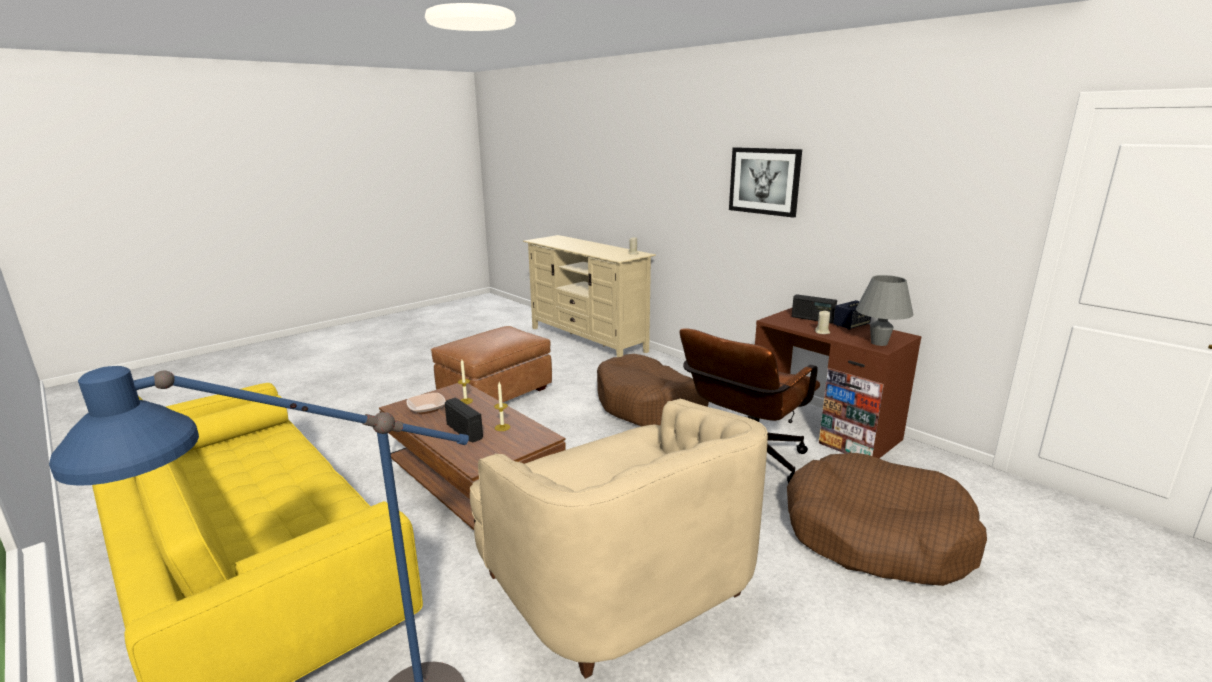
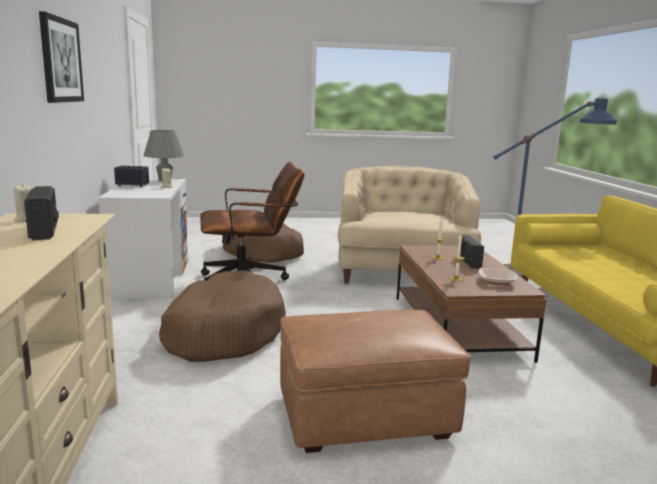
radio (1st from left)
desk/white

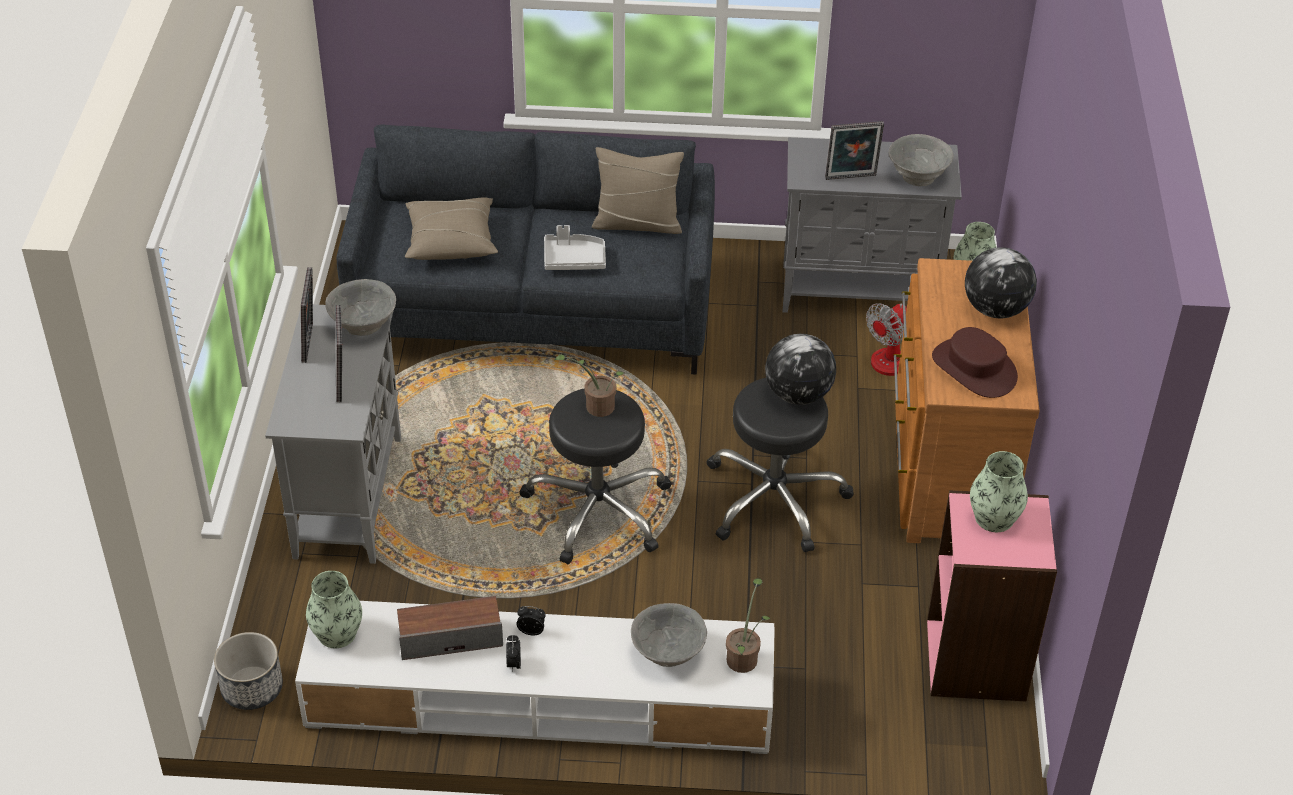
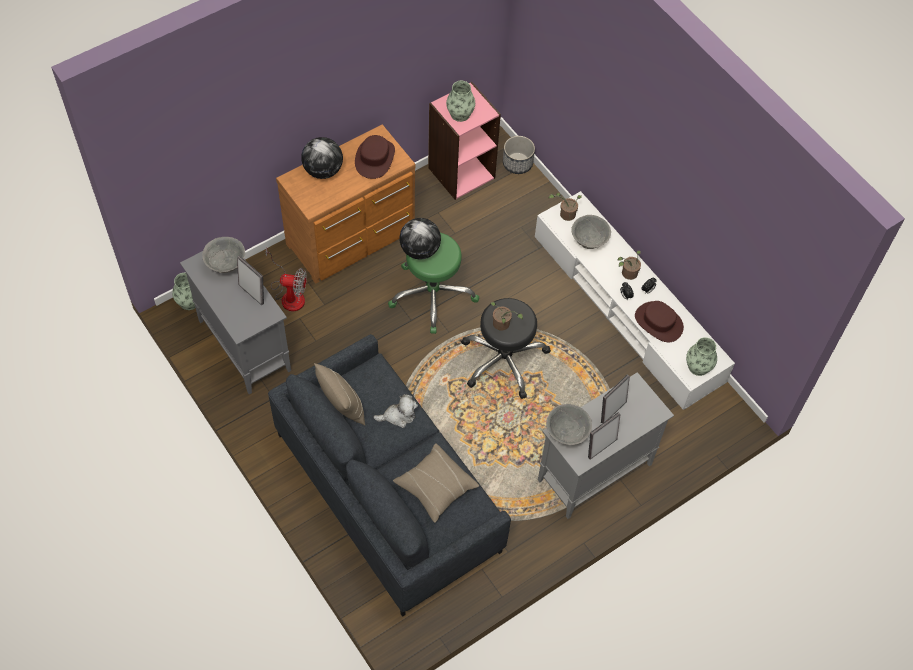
plush toy
stool/green
hat/brown (2nd from left)
planter
potted plant (3rd from left)

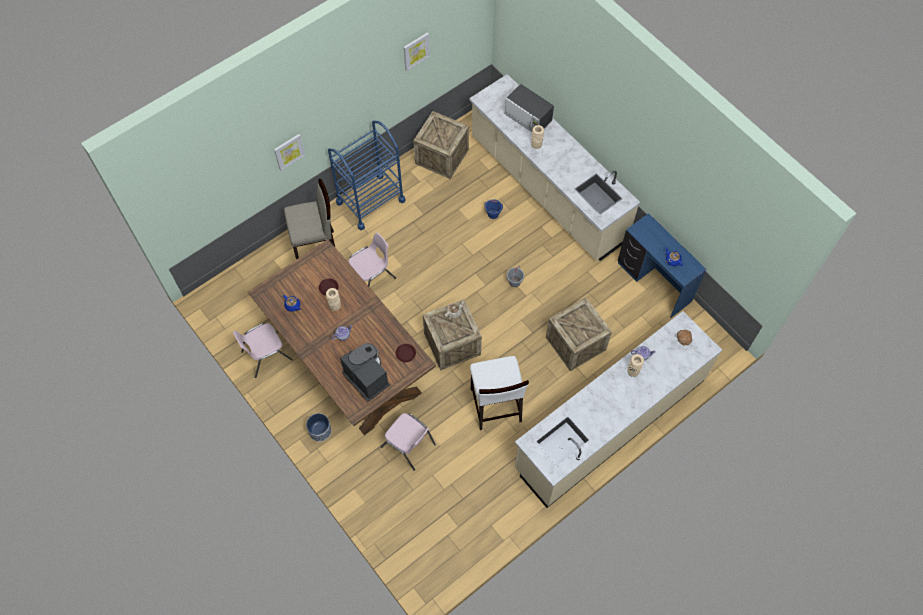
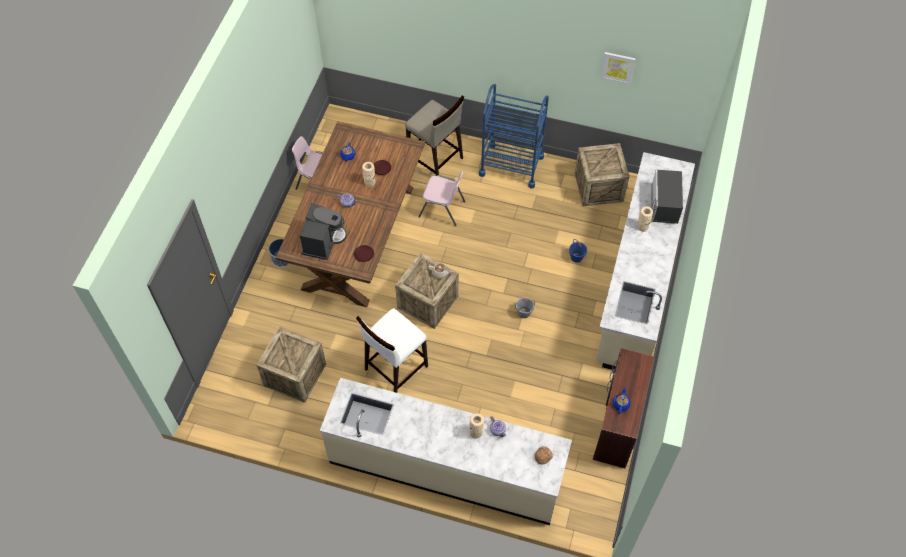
picture (1st from left in the first image)
desk/brown
crate (1st from left)
chair/pink (3rd from left in the first image)

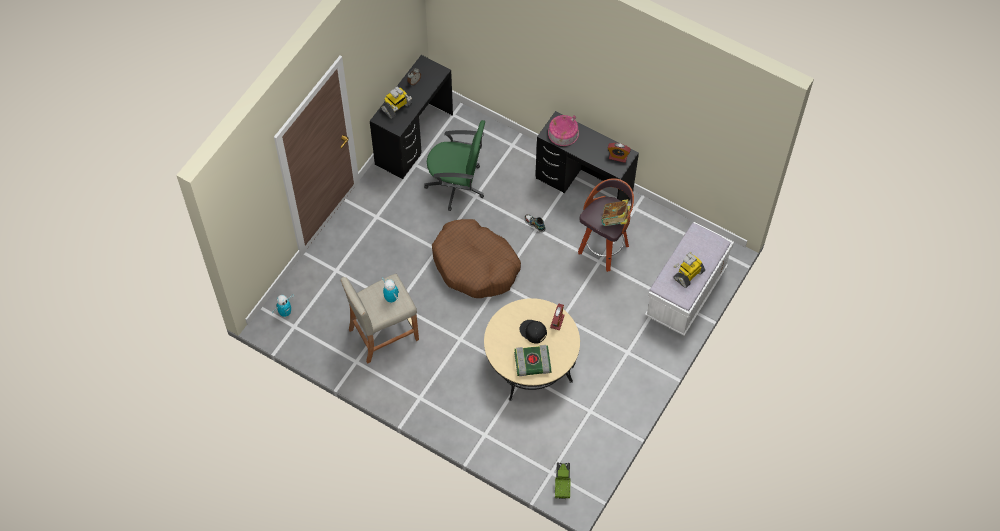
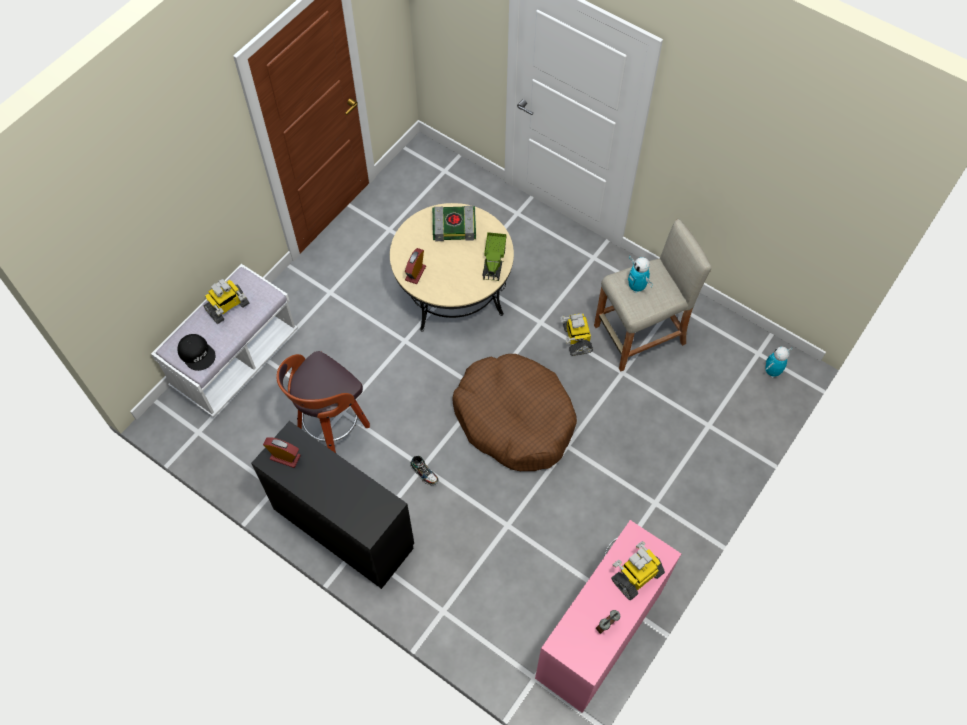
desk/pink
toy house
office chair/green
book (2nd from left in the first image)
cap/black
toy truck
toy robot (2nd from left)

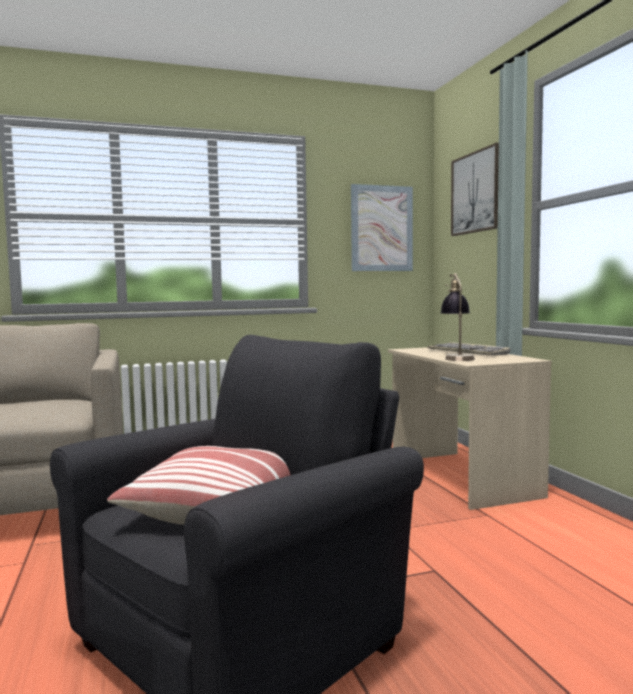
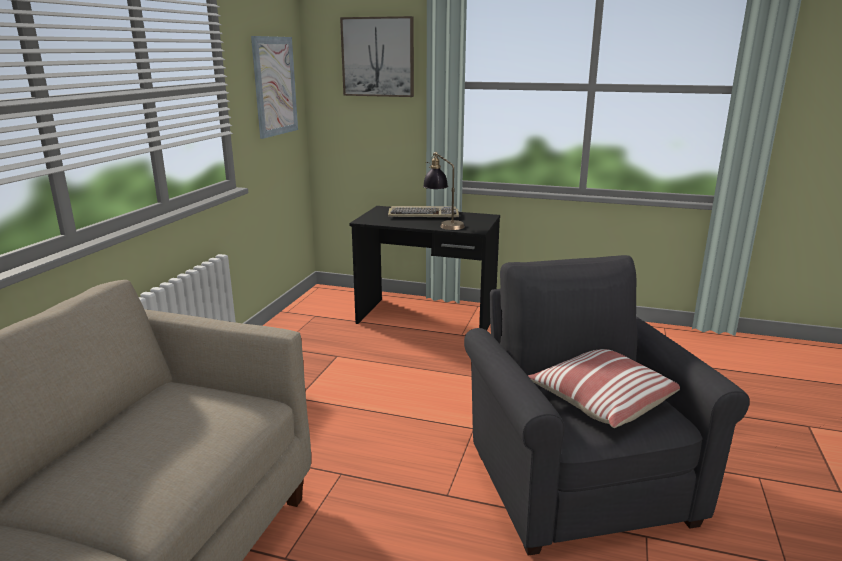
desk/black

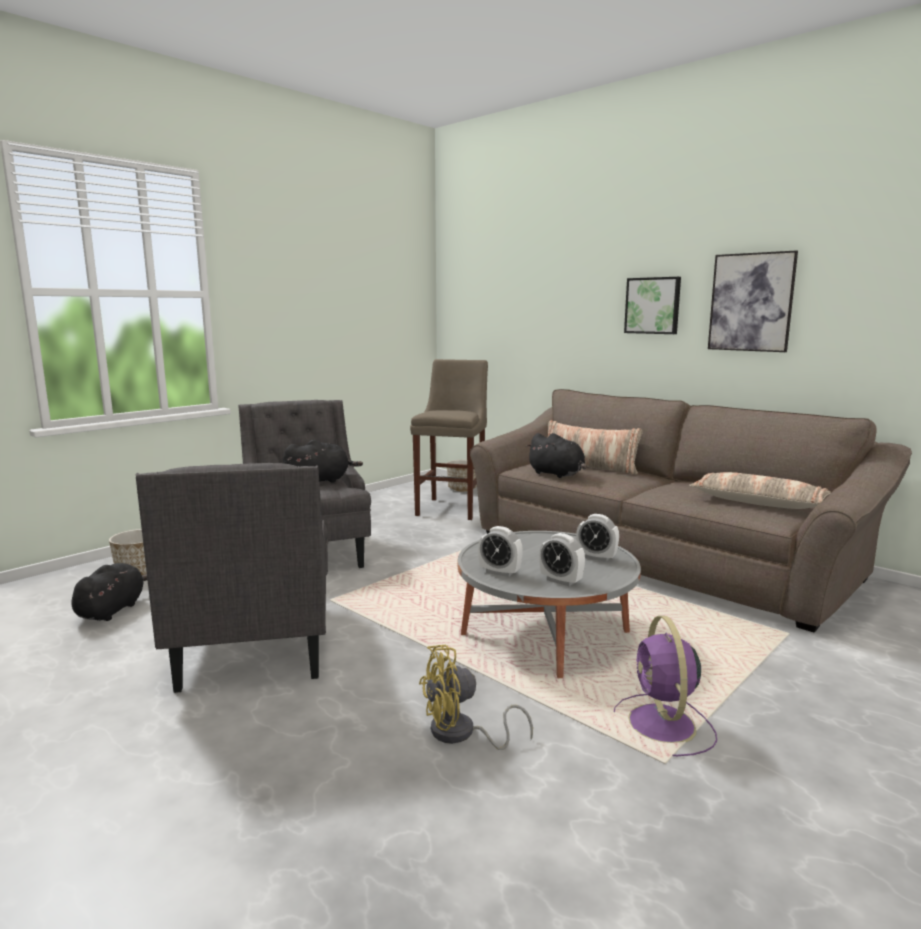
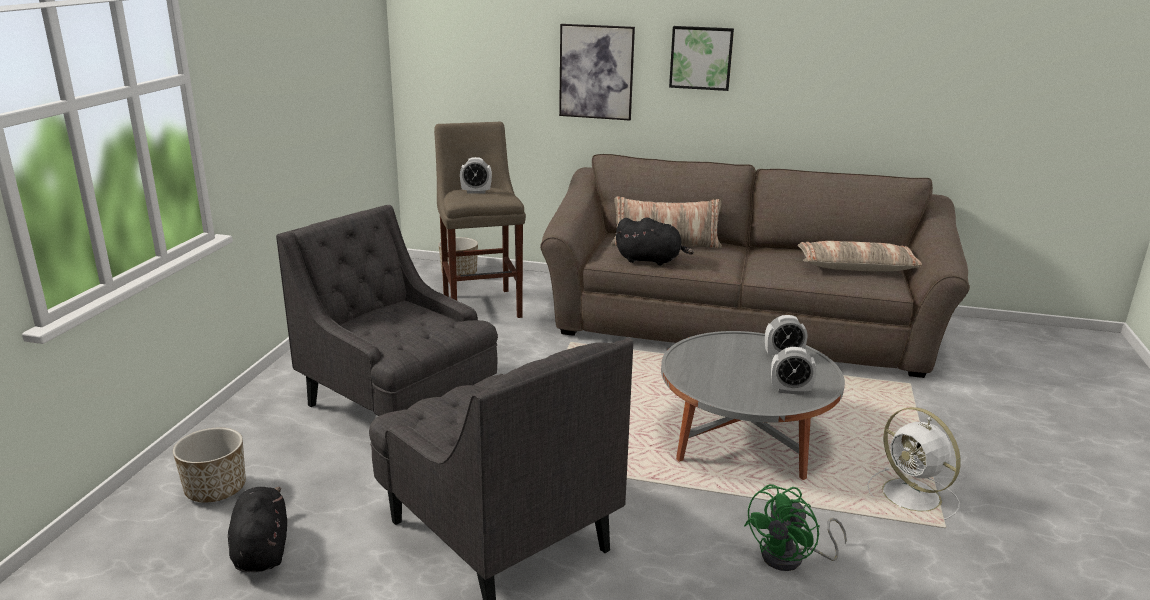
picture (1st from left)
plush toy/black (2nd from left in the first image)
alarm clock (1st from left)
fan/white
fan/green

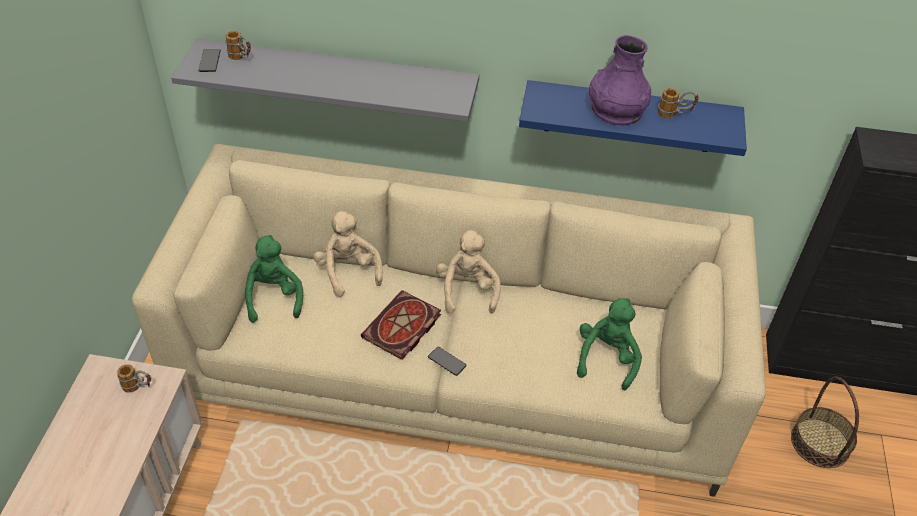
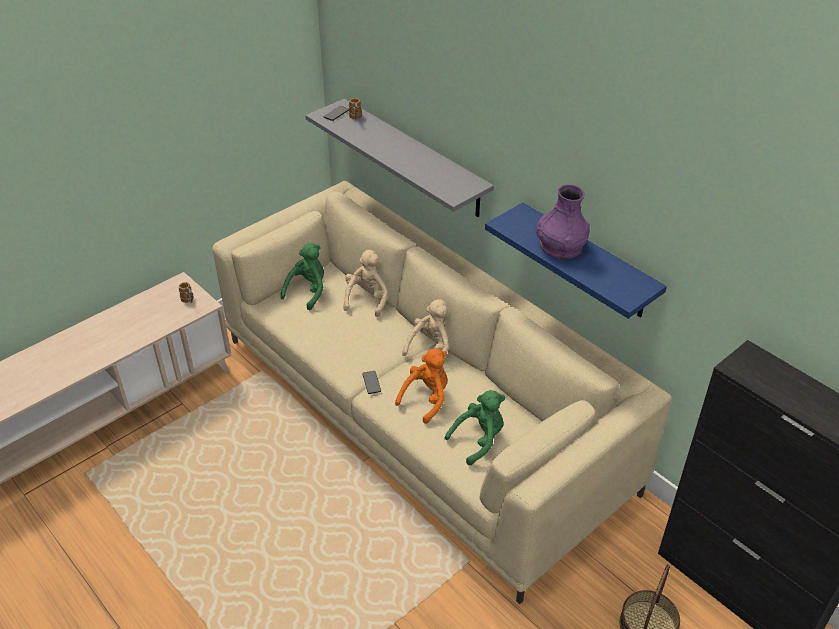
mug (3rd from left in the first image)
book
plush toy/orange

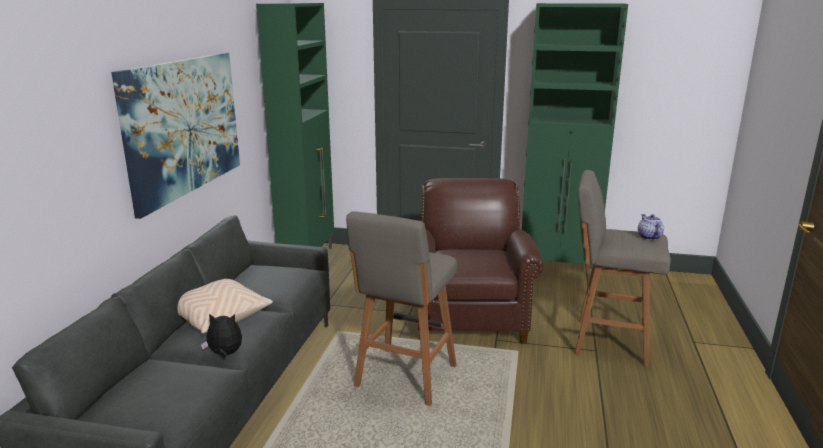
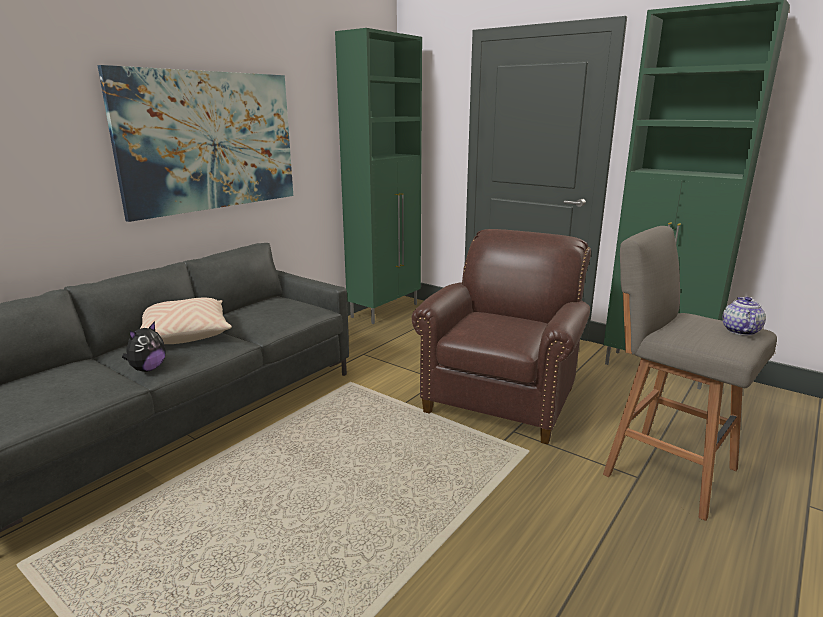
stool/grey (1st from left in the first image)
plush toy

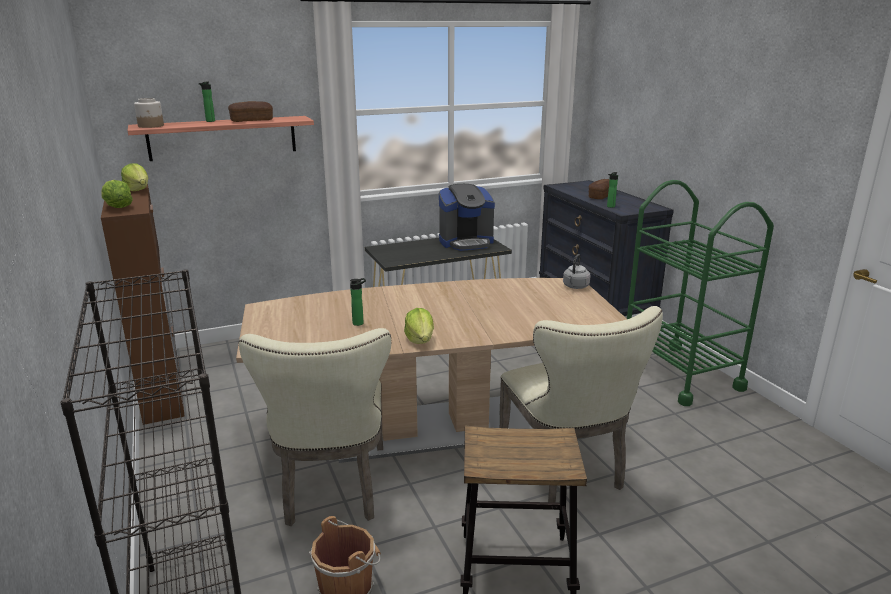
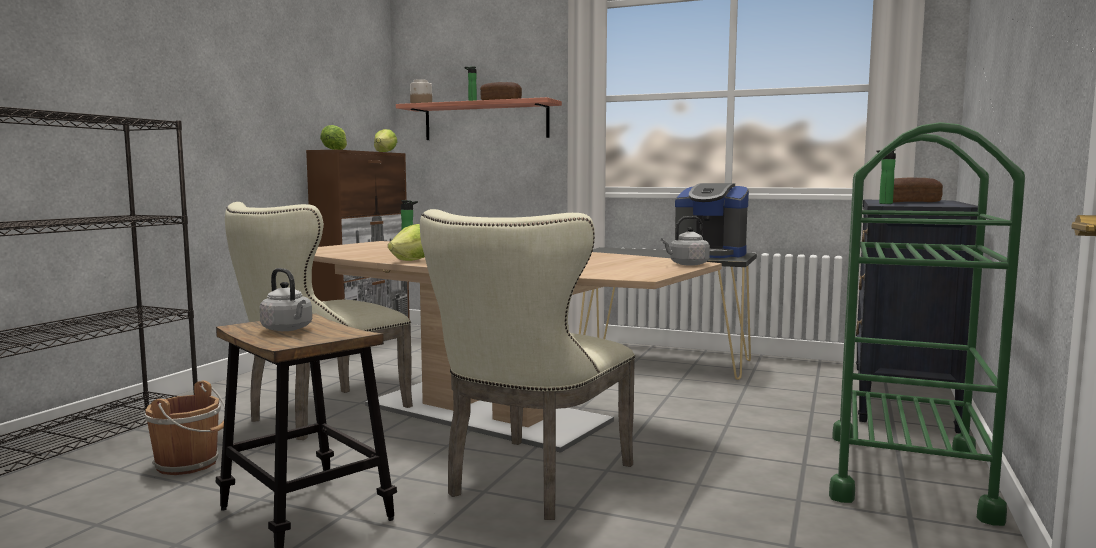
kettle/grey (1st from left)

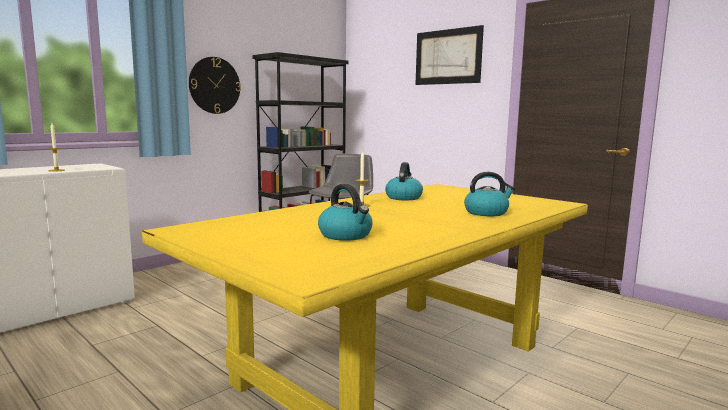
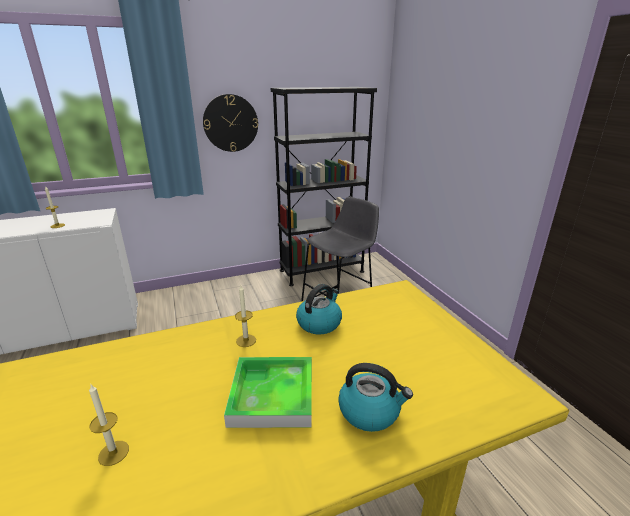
picture
candle (2nd from left)
tray

